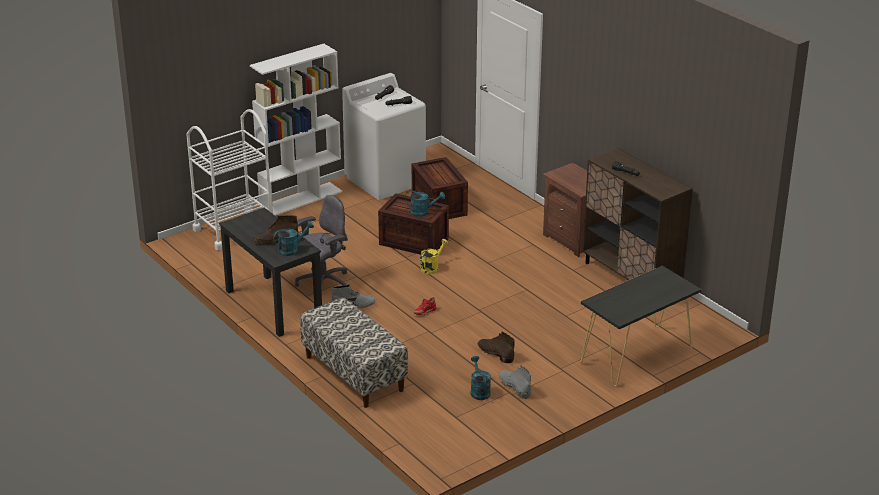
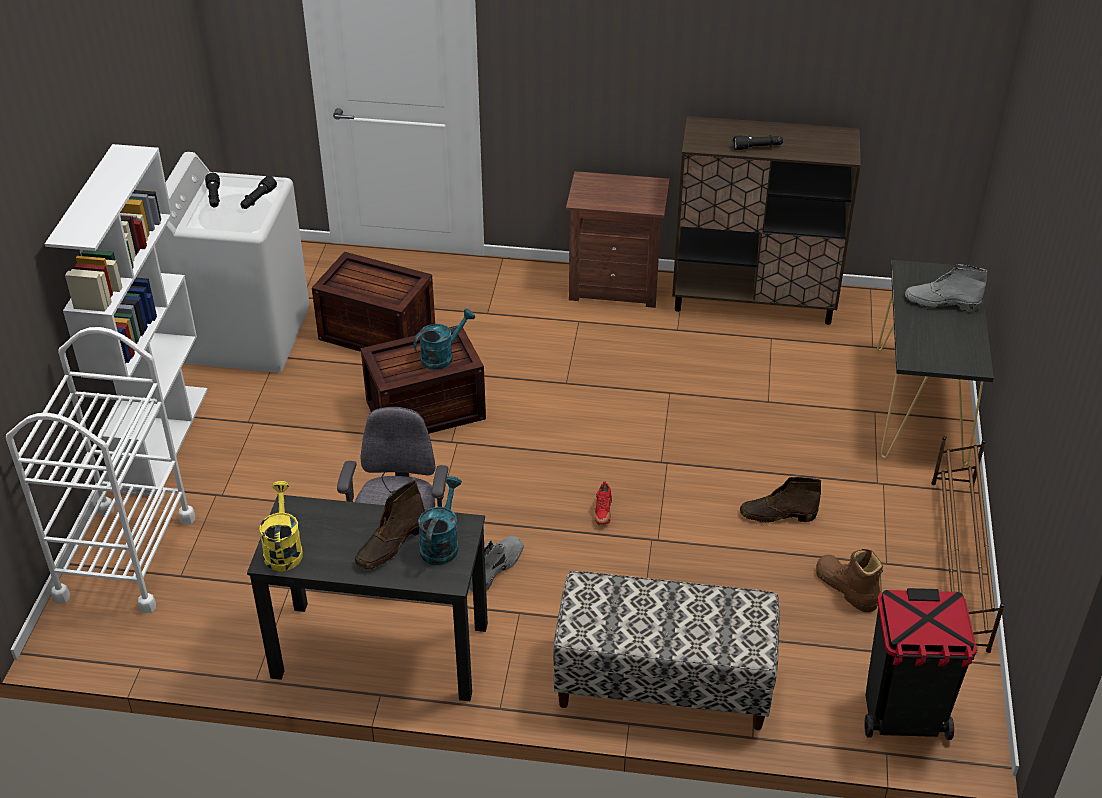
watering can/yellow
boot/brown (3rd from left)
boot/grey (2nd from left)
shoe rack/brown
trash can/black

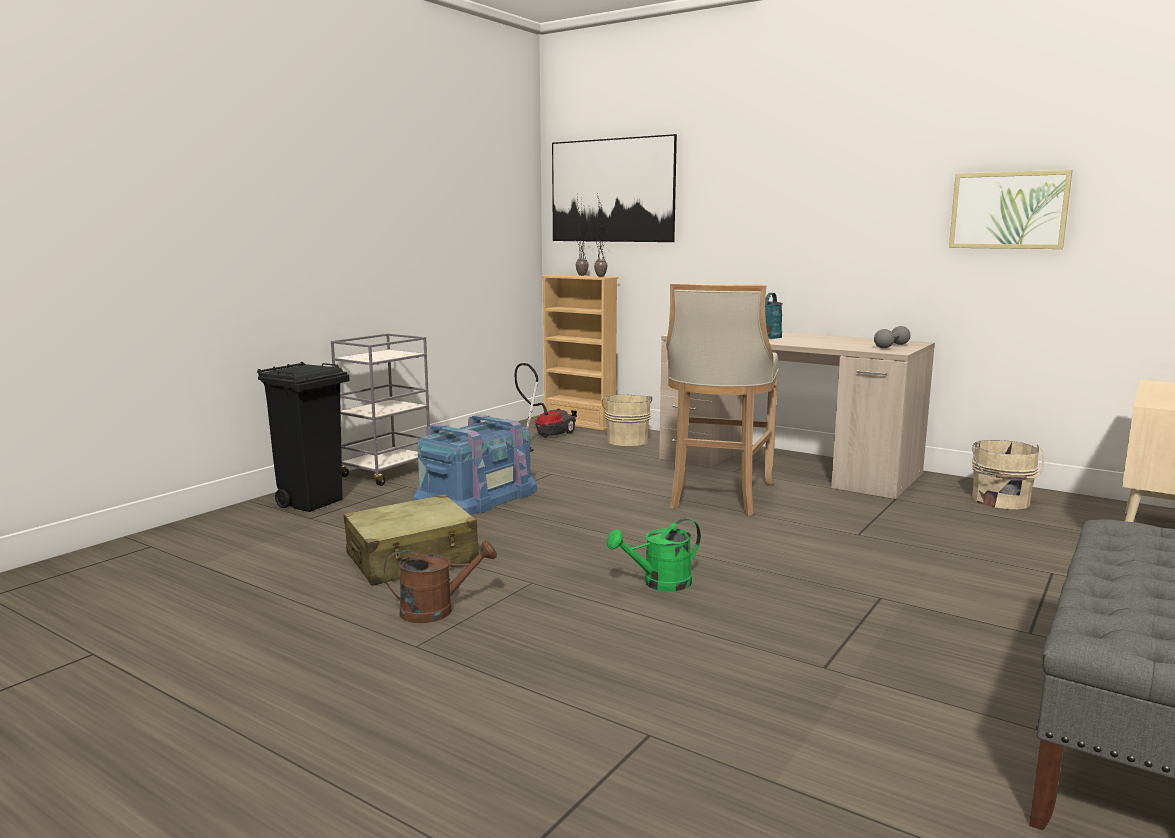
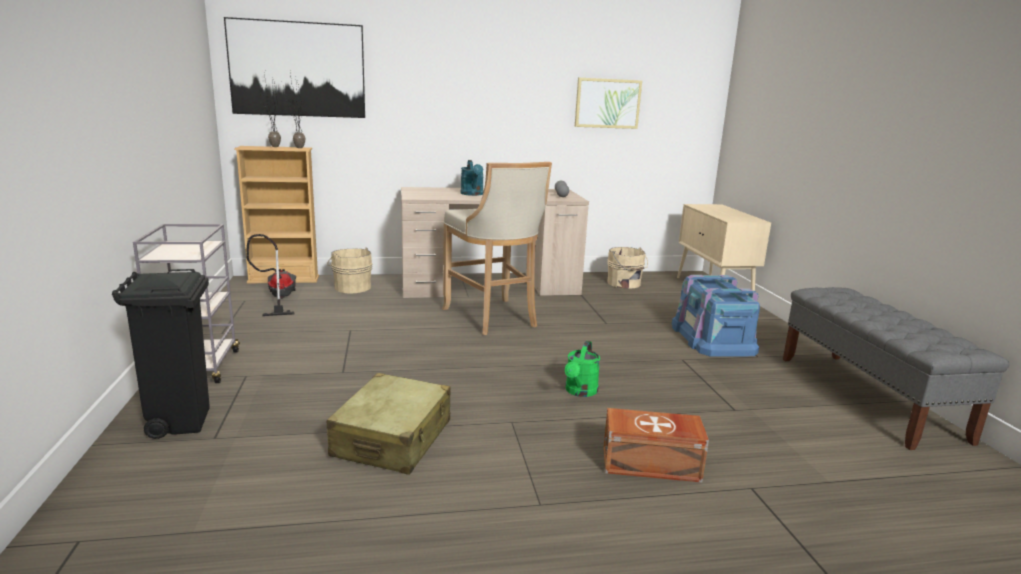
storage box/blue
watering can/brown
storage box/brown

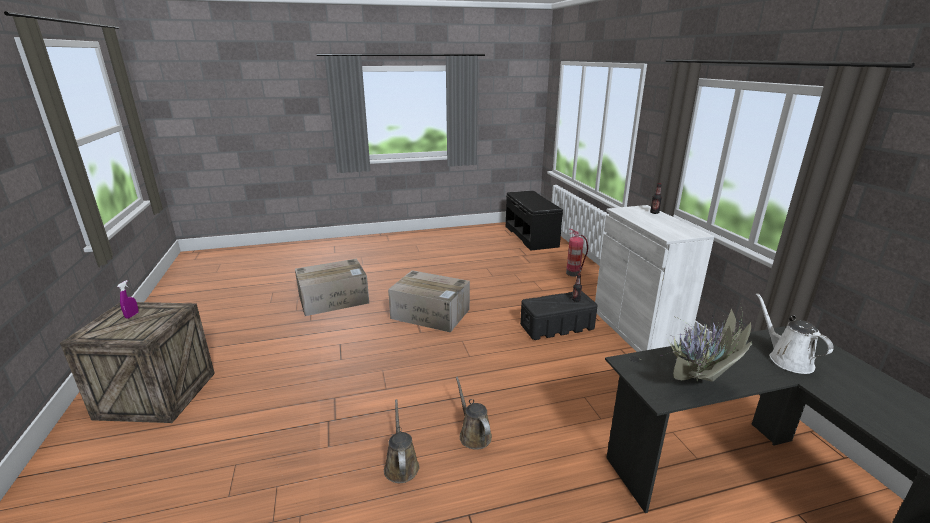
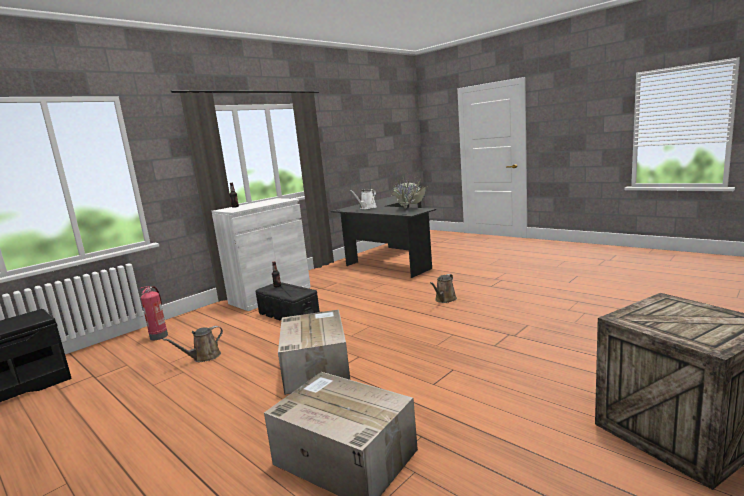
spray bottle/purple
watering can/brown (1st from left)

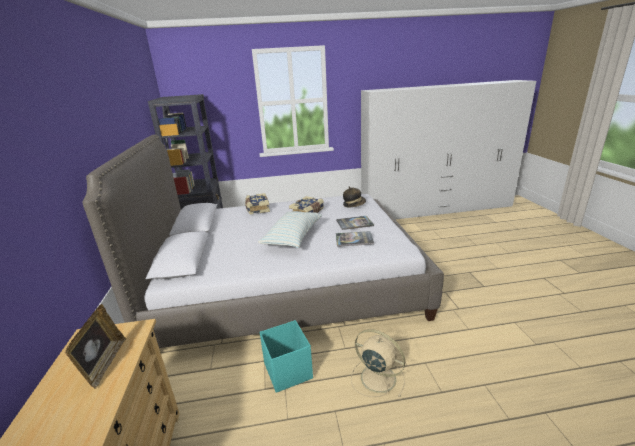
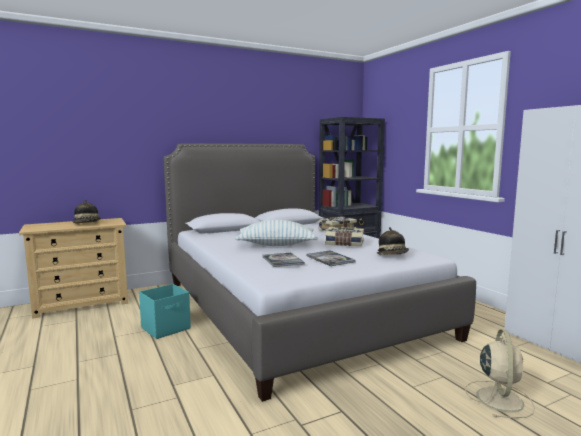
hat (1st from left)
fan/beige

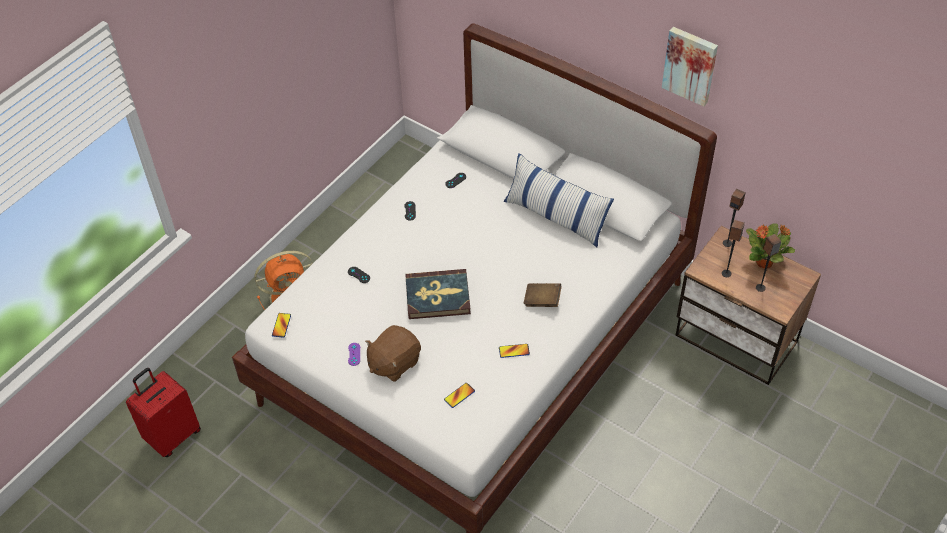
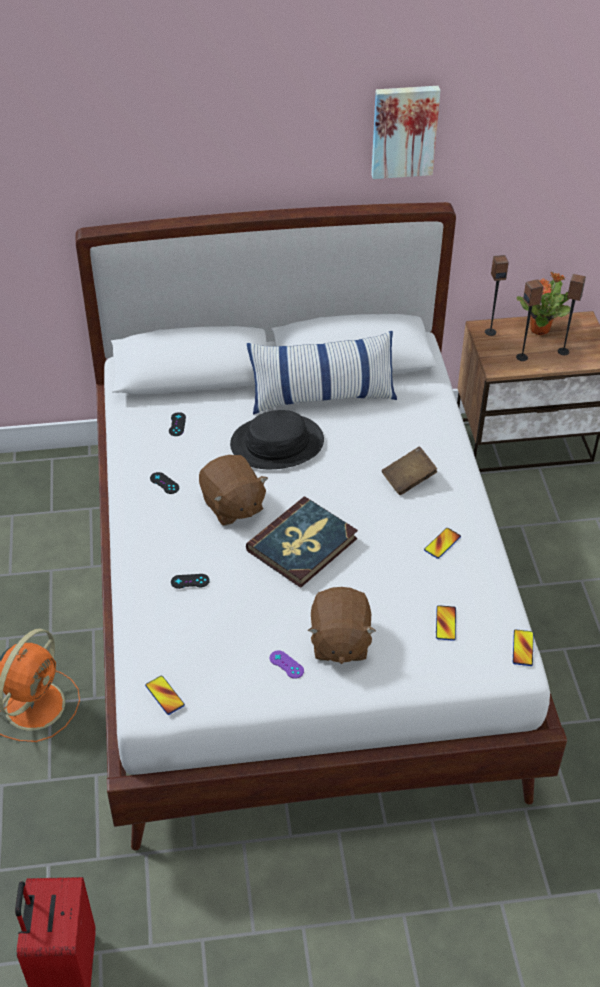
hat/black
plush toy/brown (1st from left)
phone (4th from left)

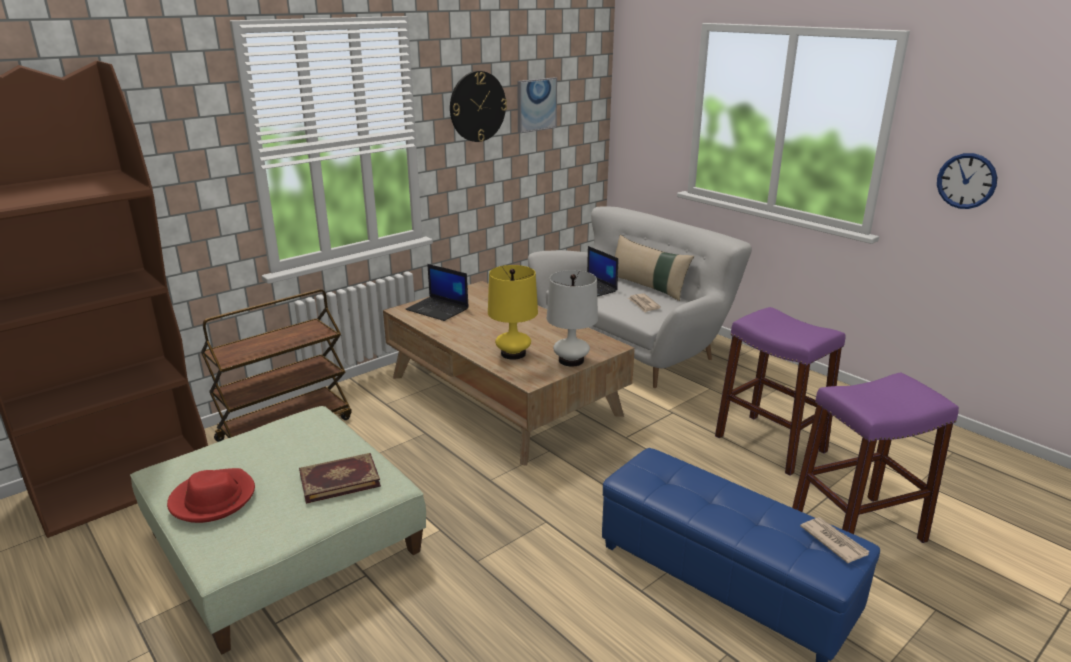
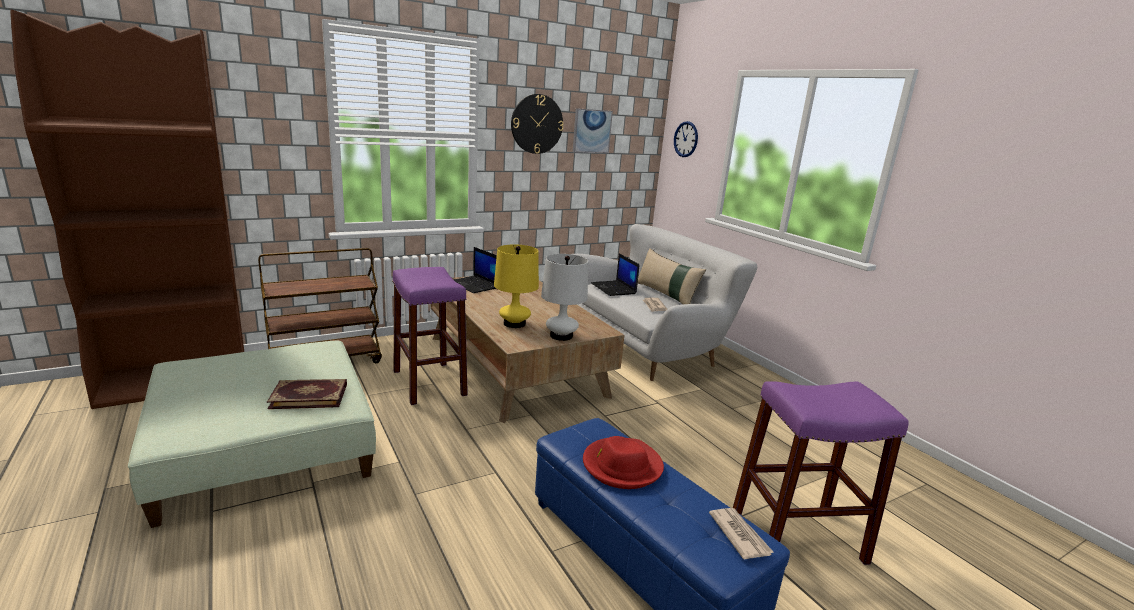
wall clock (2nd from left)
stool/purple (1st from left)
hat/red

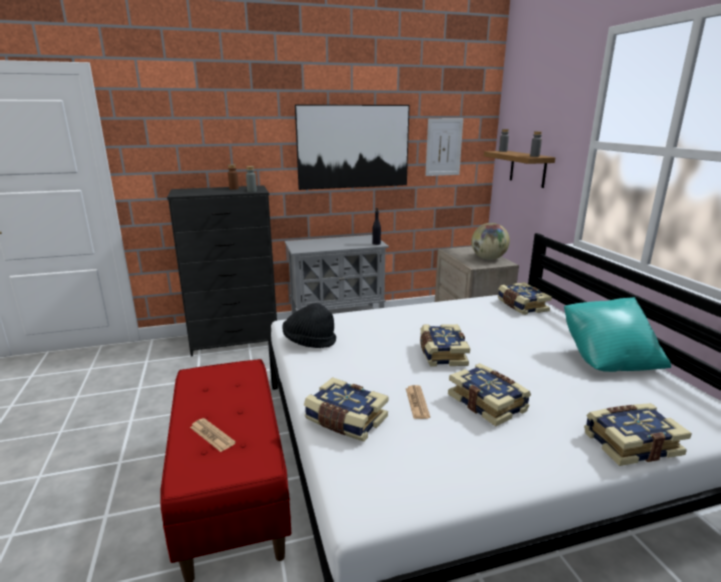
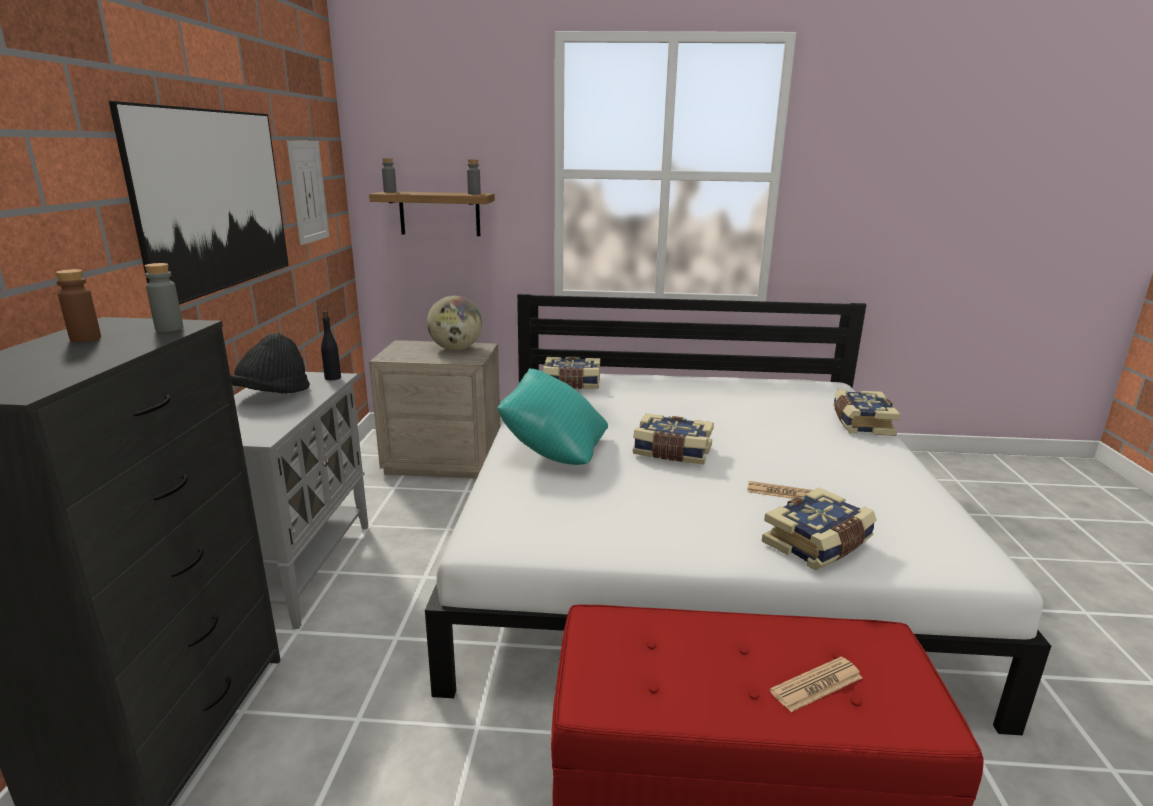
pillow/turquoise
hat/black
book (3rd from left in the first image)

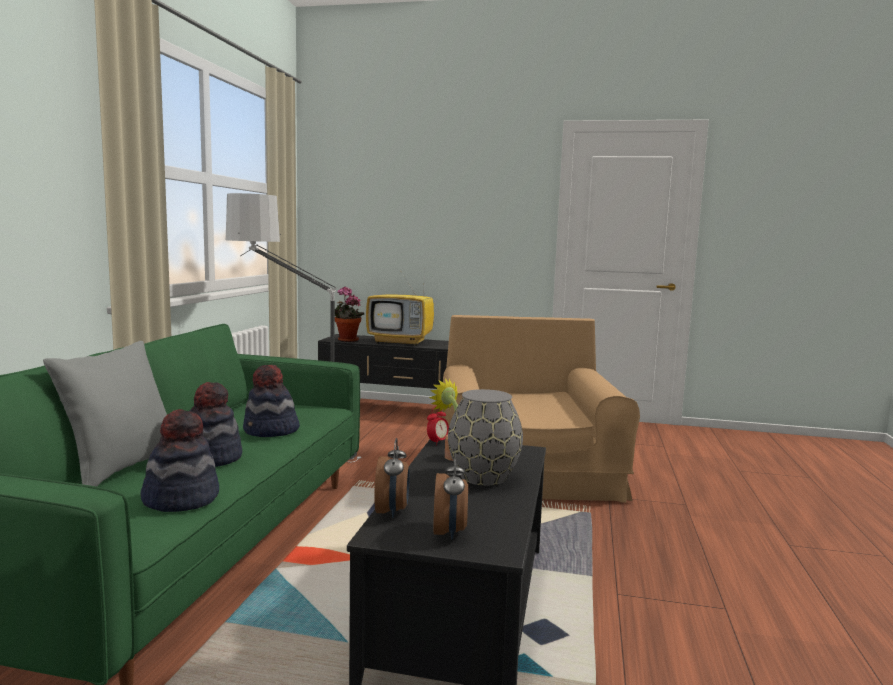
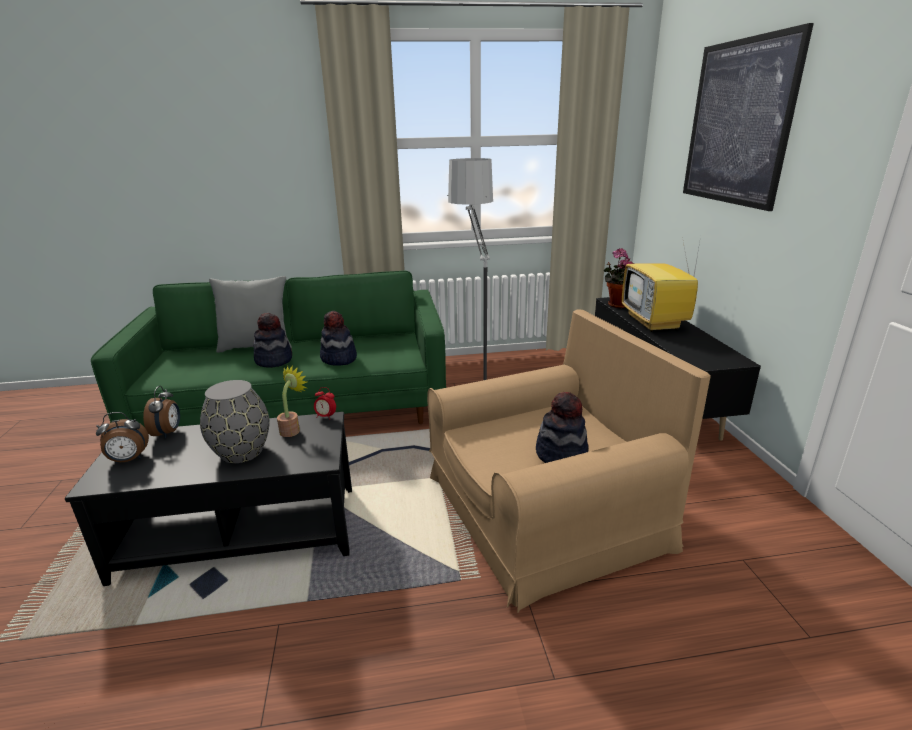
hat (3rd from left)
alarm clock (2nd from left)
picture

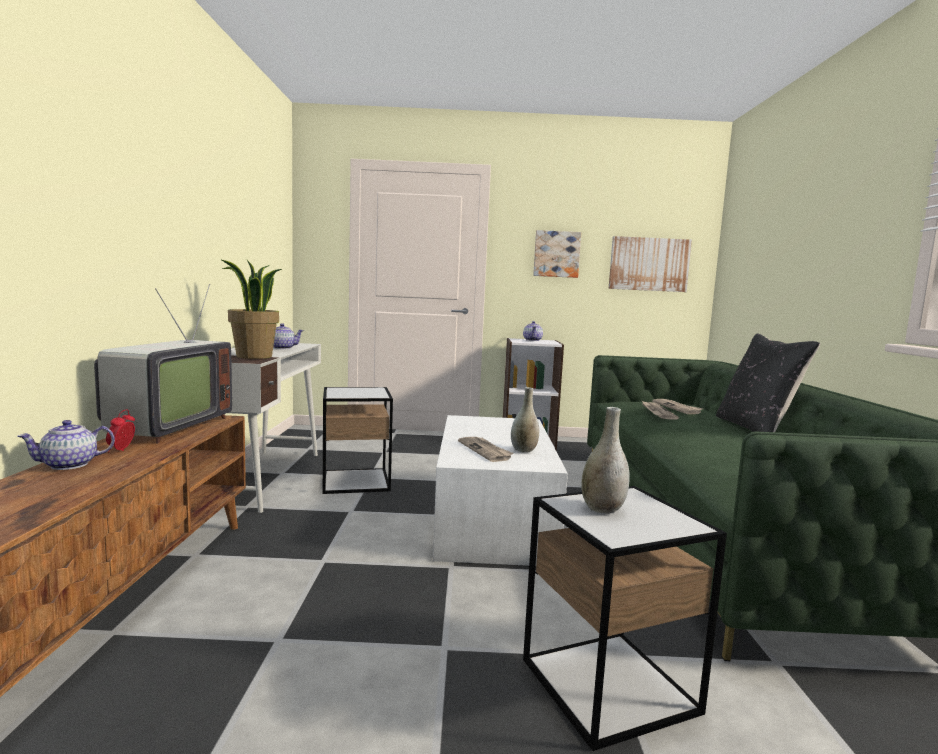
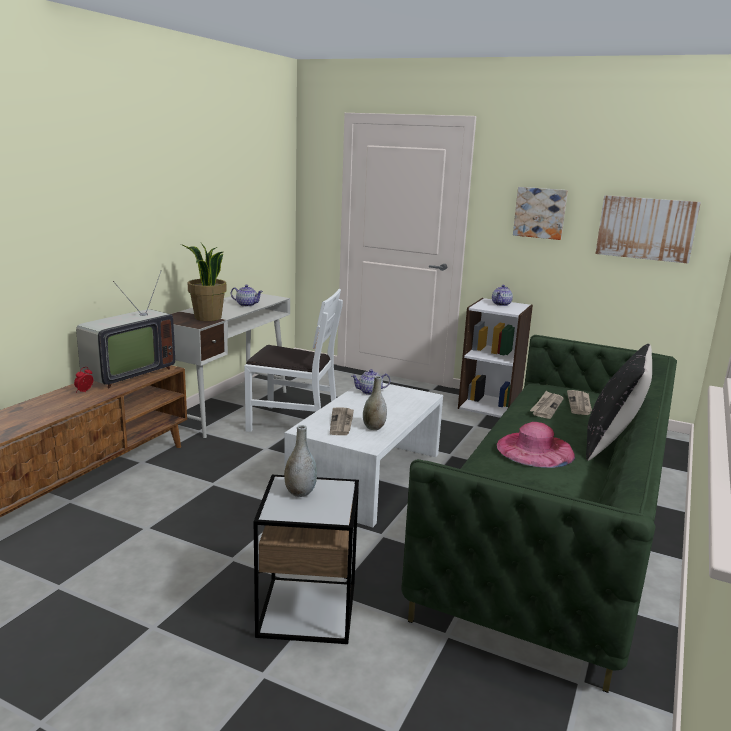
chair/white
teapot (2nd from left)
hat/pink

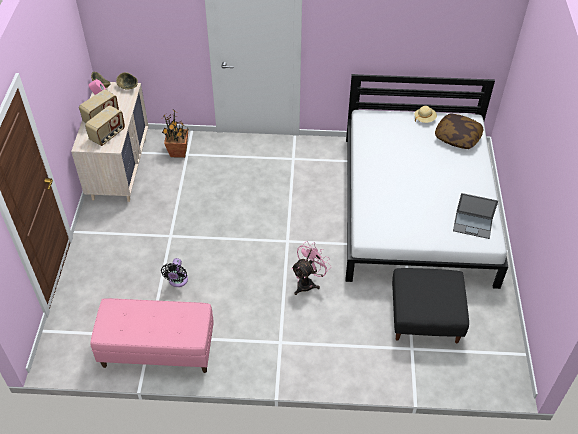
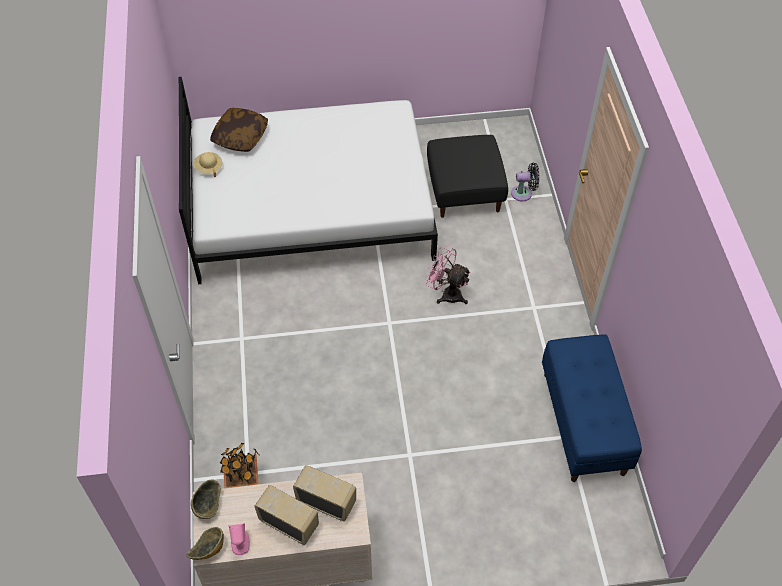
laptop
fan/black
bench/blue

